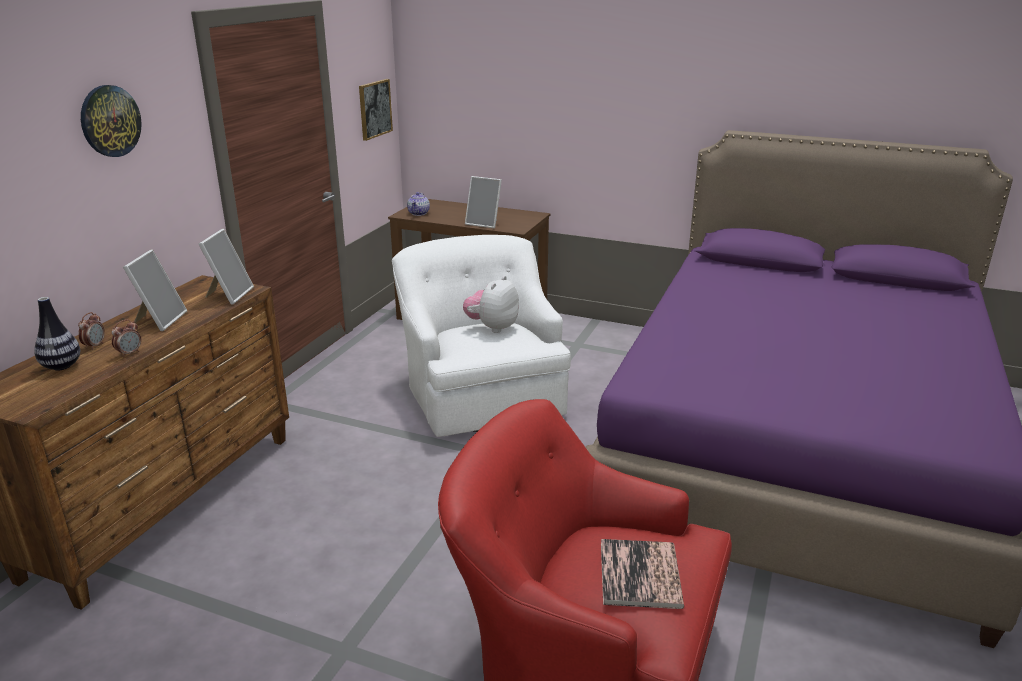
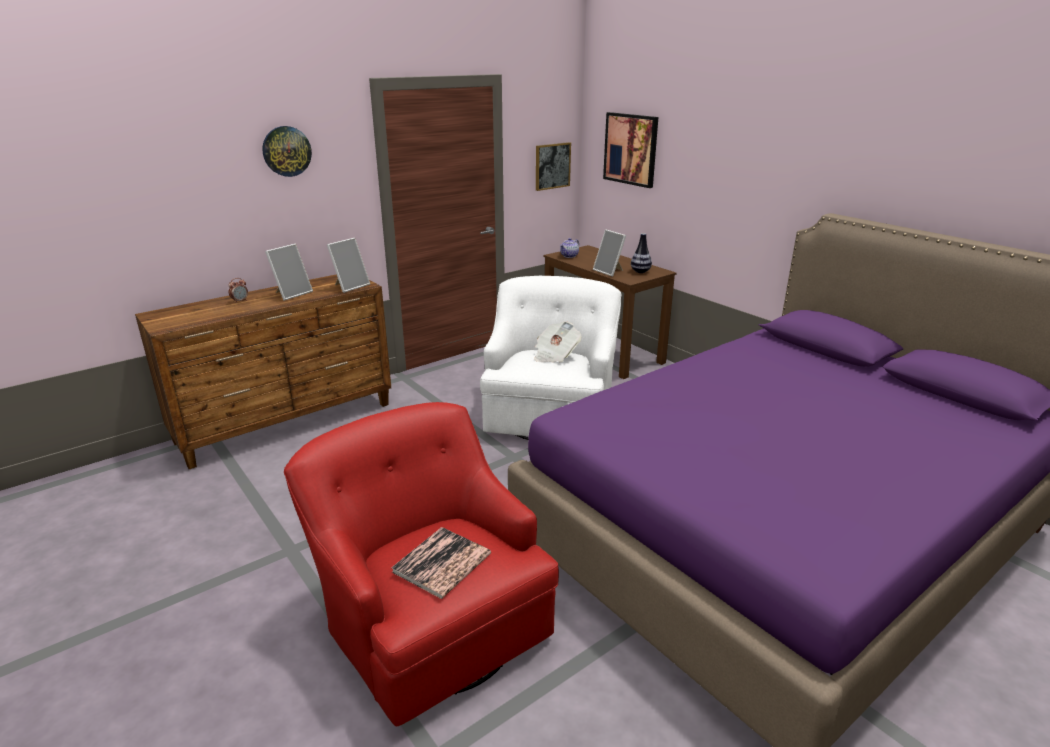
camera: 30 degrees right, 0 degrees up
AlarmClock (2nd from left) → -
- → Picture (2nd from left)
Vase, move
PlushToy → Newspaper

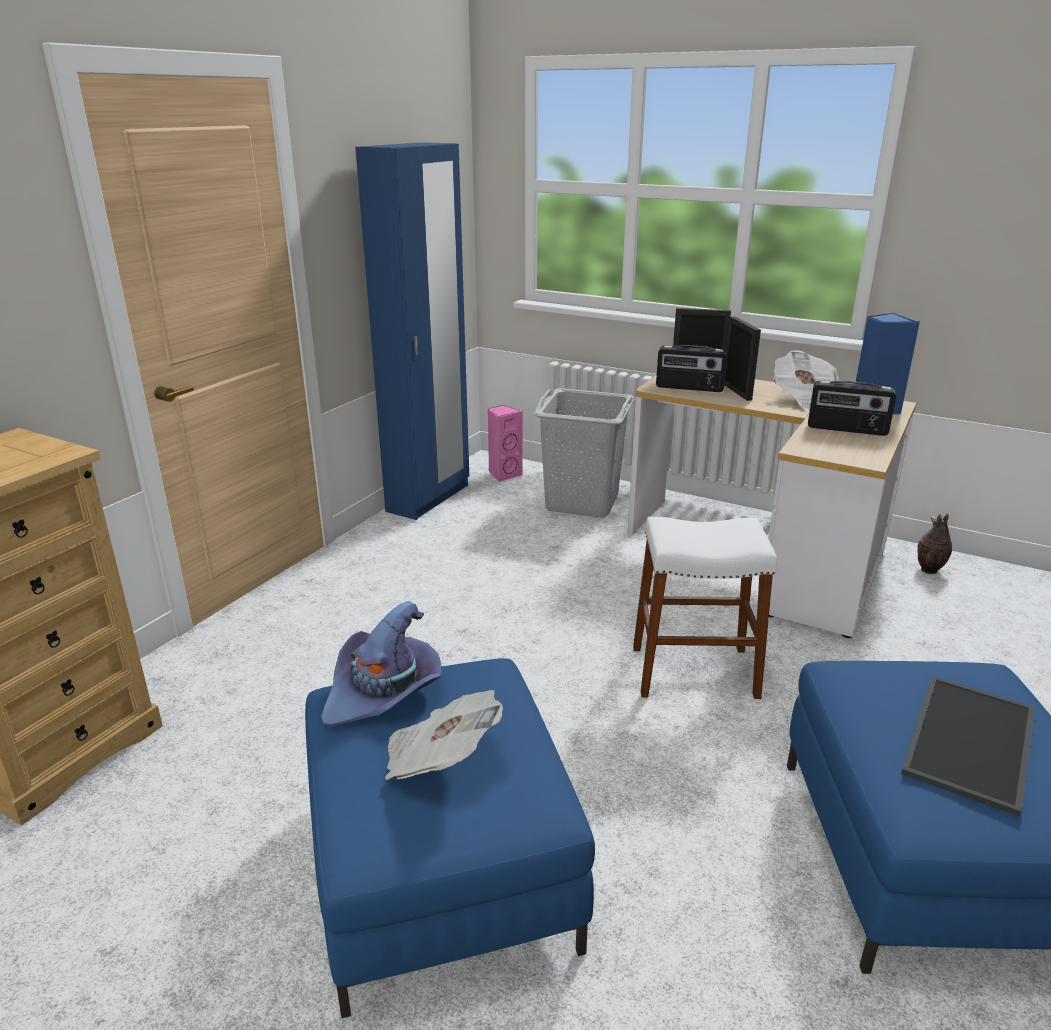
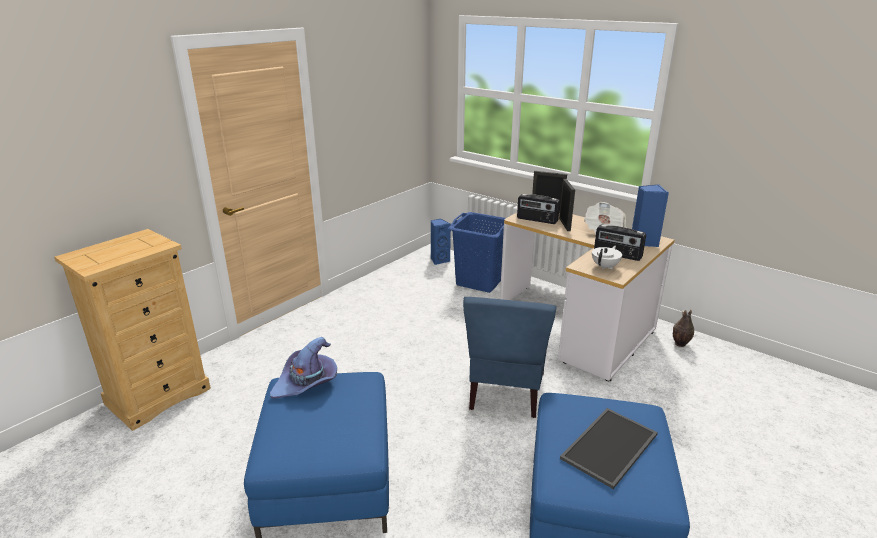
camera: 10 degrees right, 0 degrees up
BlueWardrobe → -
Newspaper (1st from left) → -
- → WhiteTeapot
WhiteStool → BlueChair
PinkSpeaker → BlueSpeaker (1st from left)
GreyLaundryBasket → BlueLaundryBasket

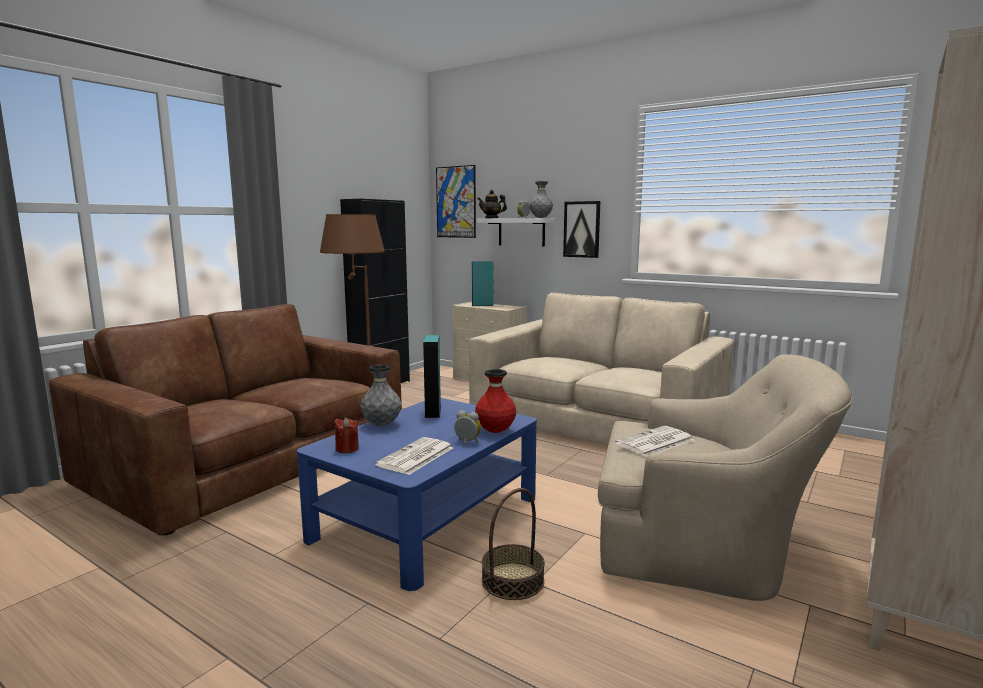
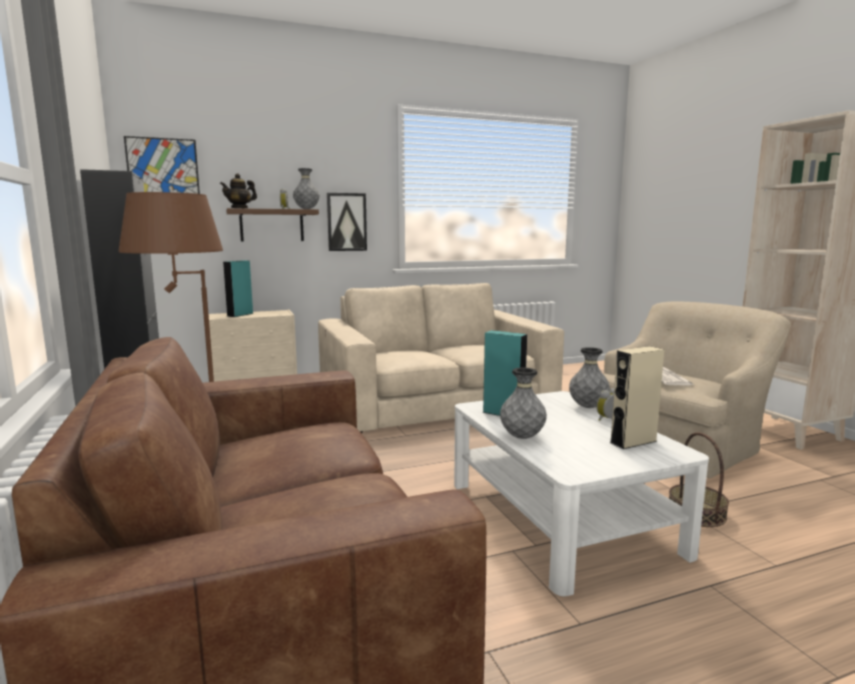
camera: 55 degrees left, 0 degrees up
RedCandle → -
Newspaper (1st from left) → BeigeSpeaker
BlueCoffeeTable → WhiteCoffeeTable
RedVase → GreyVase (3rd from left)
WhiteShelf → BrownShelf

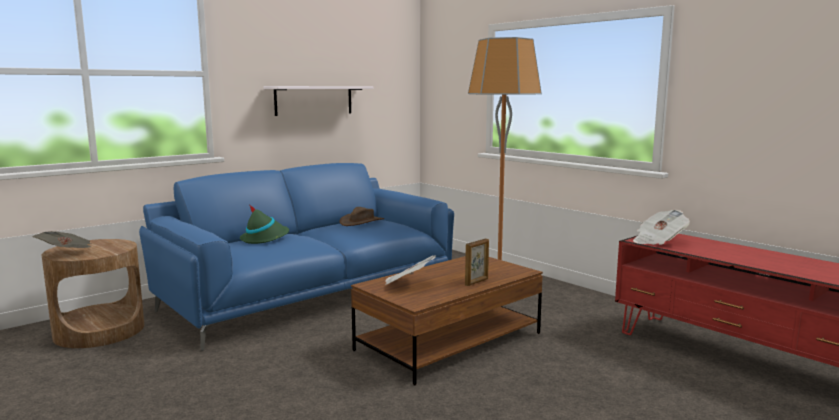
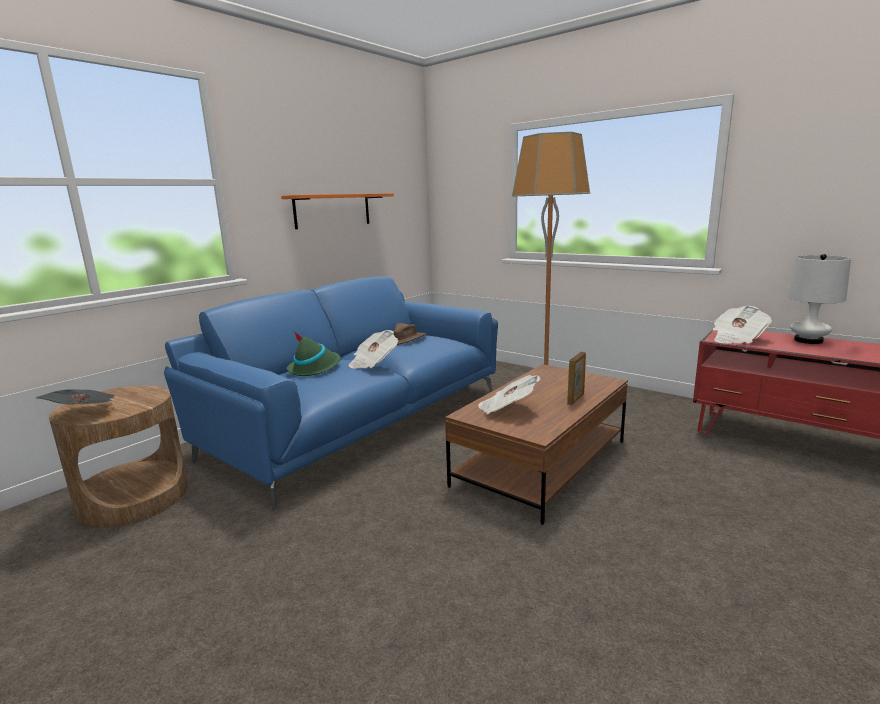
camera: 10 degrees left, 5 degrees up
- → Newspaper (2nd from left)
- → WhiteTableLamp
WhiteShelf → OrangeShelf

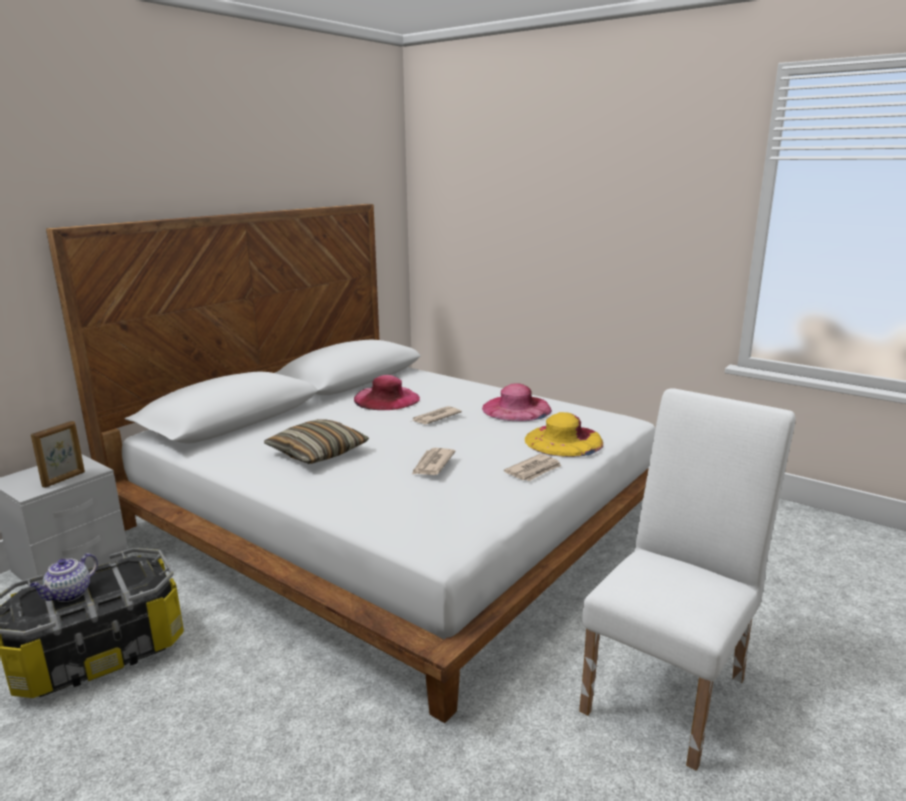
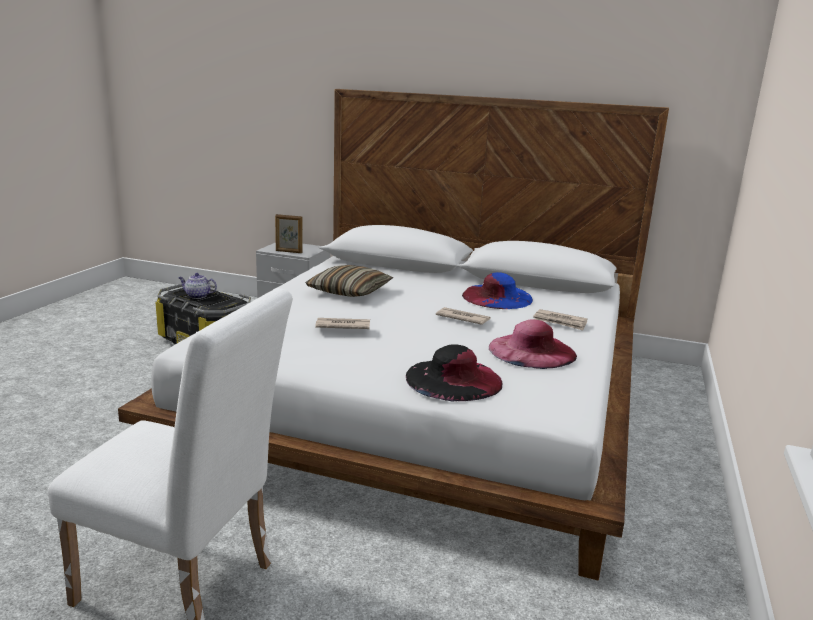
camera: 70 degrees right, 0 degrees up
Newspaper (3rd from left), move
PinkHat (1st from left) → BlueHat
YellowHat → BlackHat

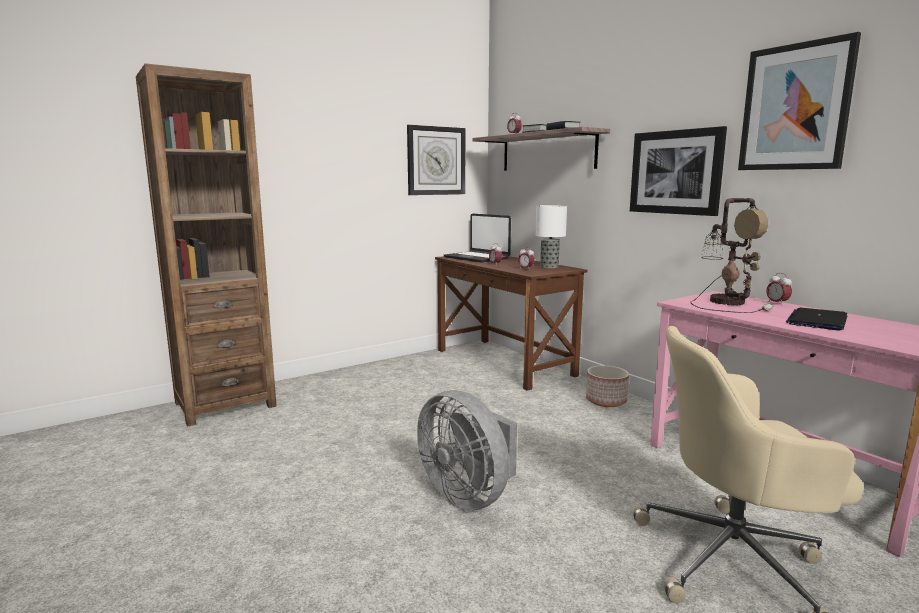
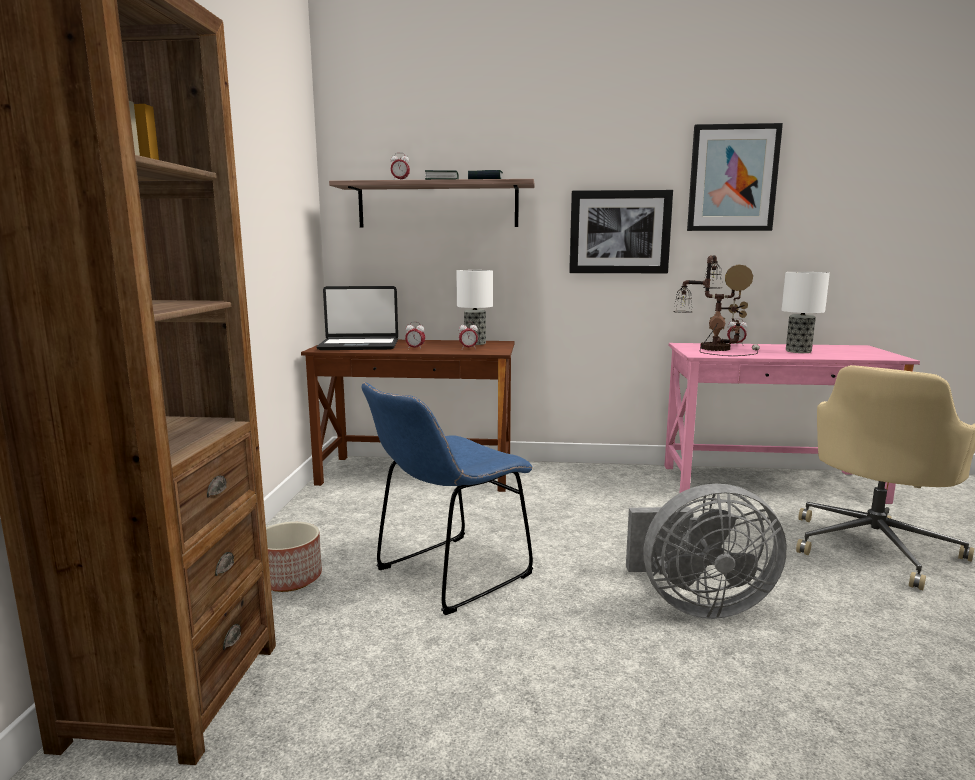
camera: 50 degrees left, 0 degrees up
WallClock → -
- → BlueChair
Planter, move
Laptop (2nd from left) → TableLamp (3rd from left)

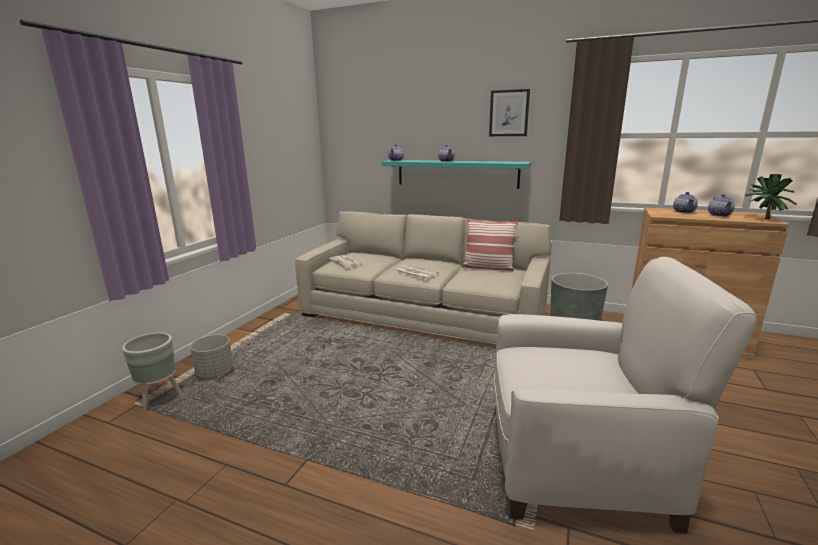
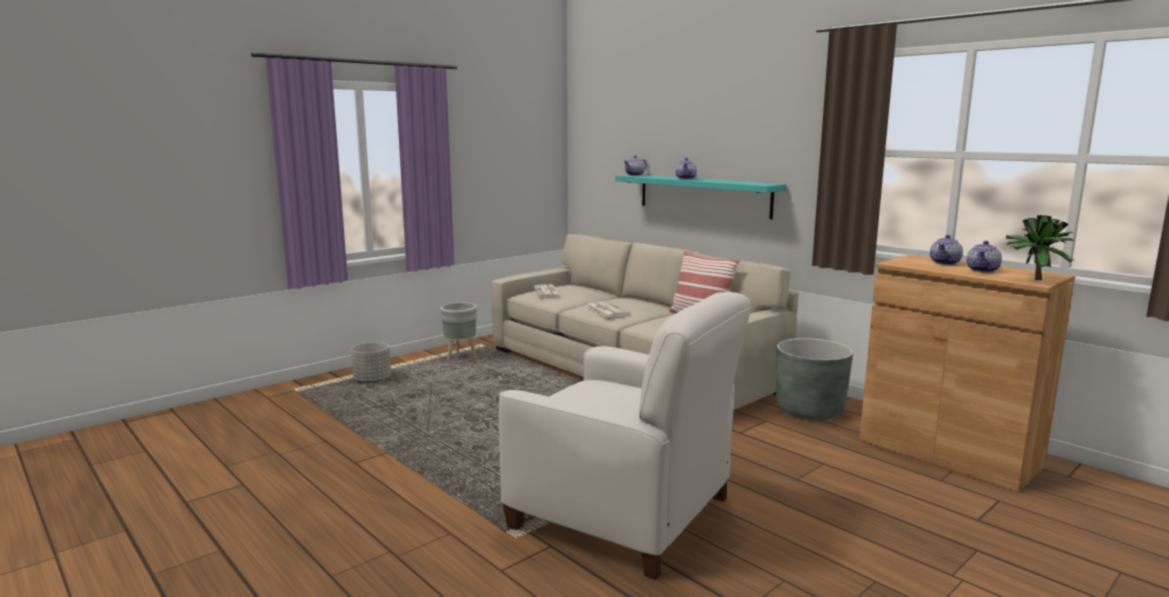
camera: 25 degrees right, 5 degrees down
Picture → -
GreyPlanter (1st from left in the first image) → GreyPlanter (2nd from left), move

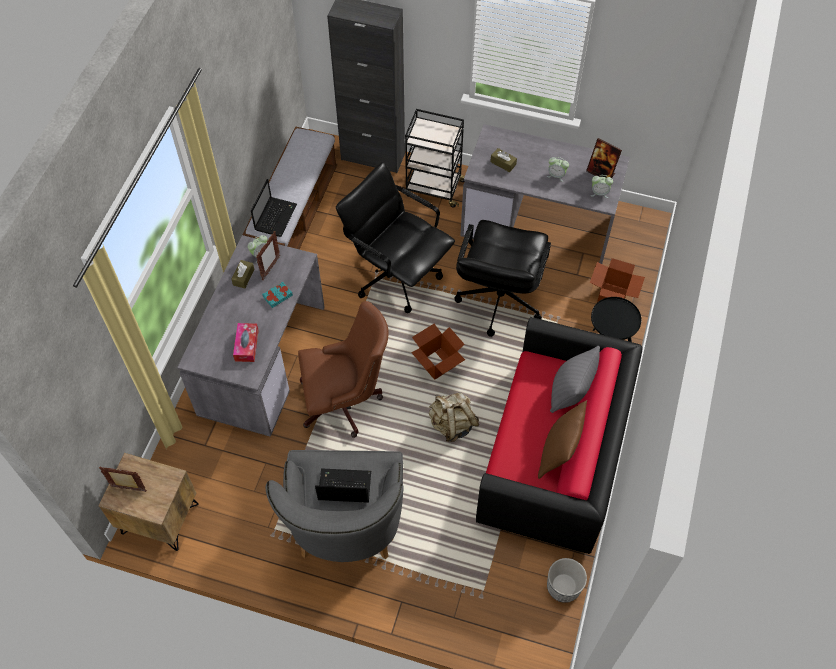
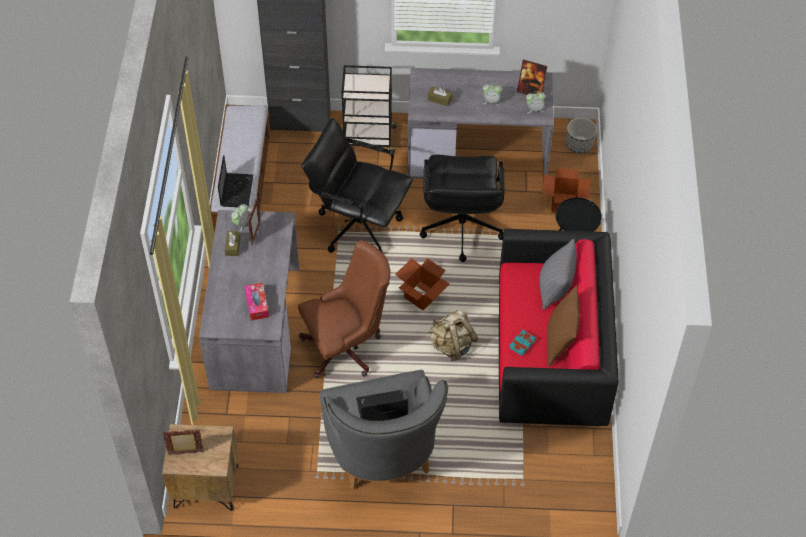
camera: 15 degrees left, 5 degrees down
TurquoiseBook, move
Planter, move

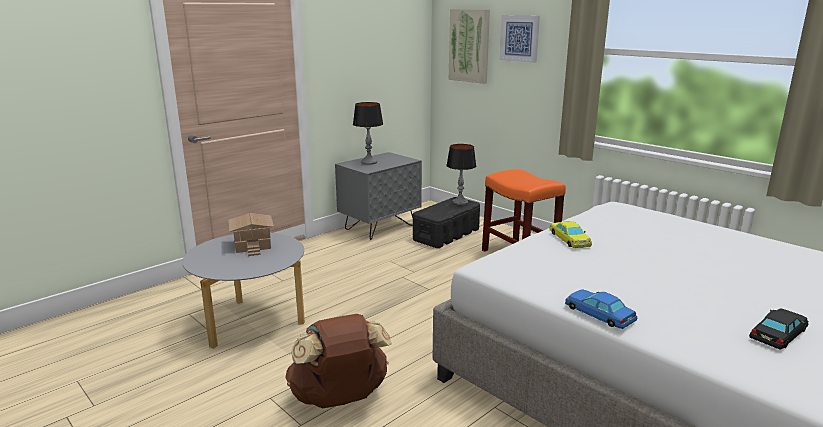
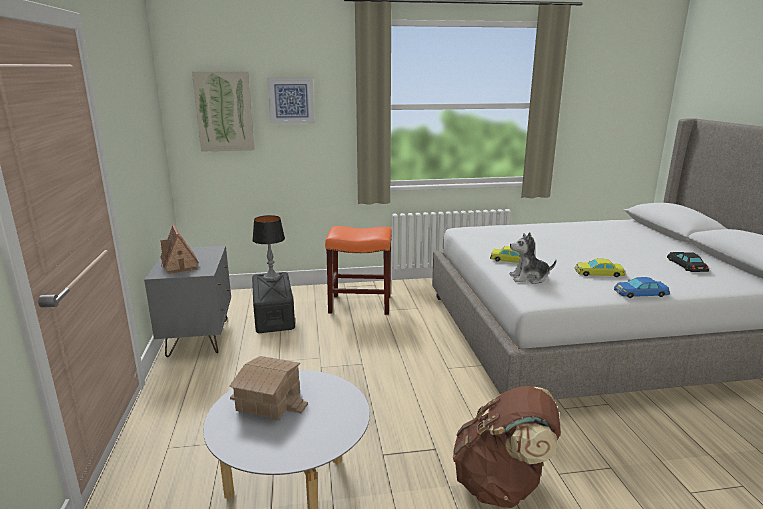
camera: 55 degrees left, 0 degrees up
- → PlushToy
- → YellowToyCar (2nd from left)
TableLamp (1st from left) → ToyHouse (1st from left)

